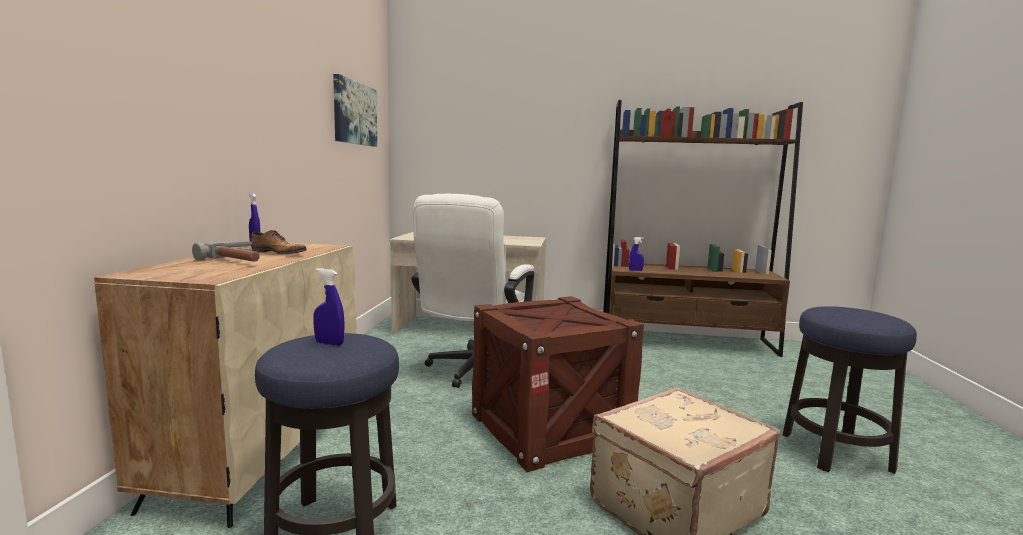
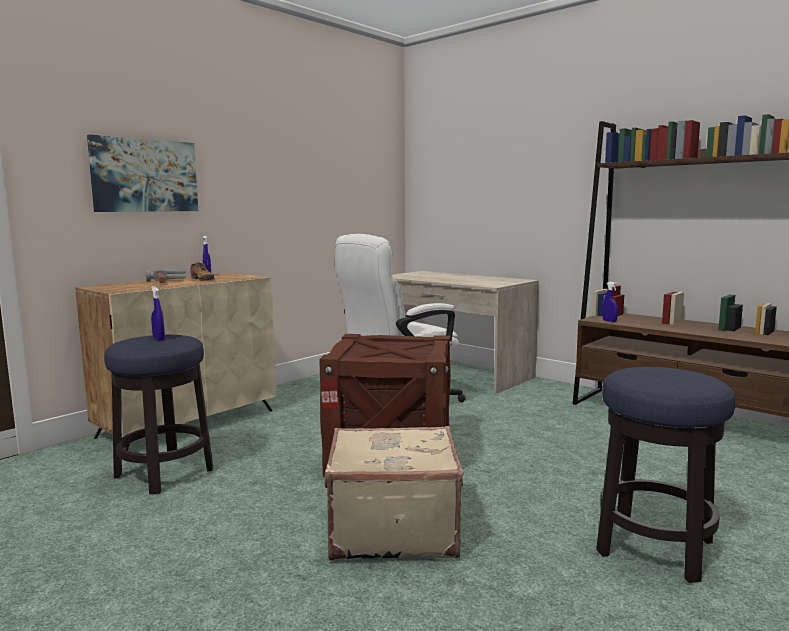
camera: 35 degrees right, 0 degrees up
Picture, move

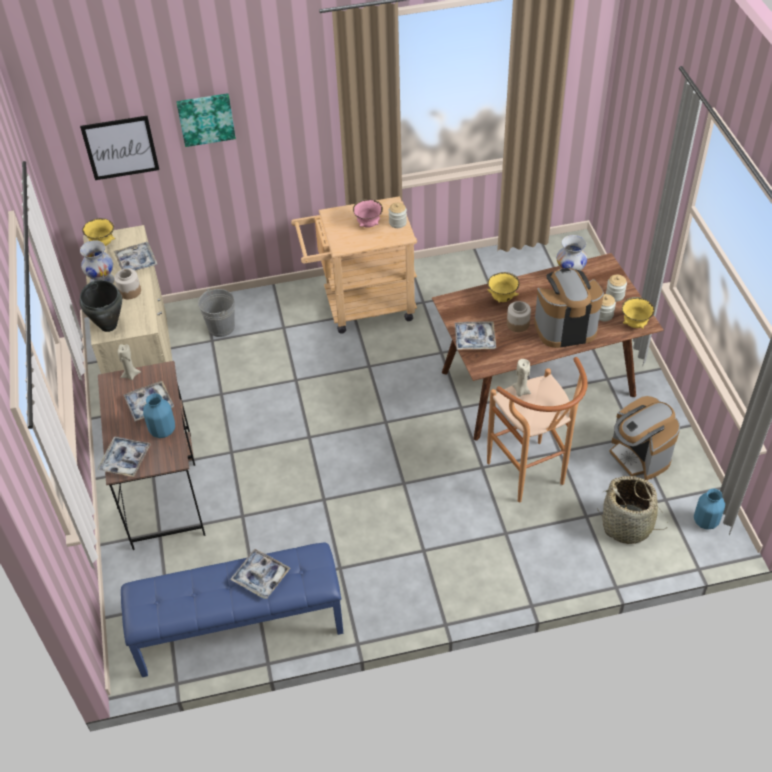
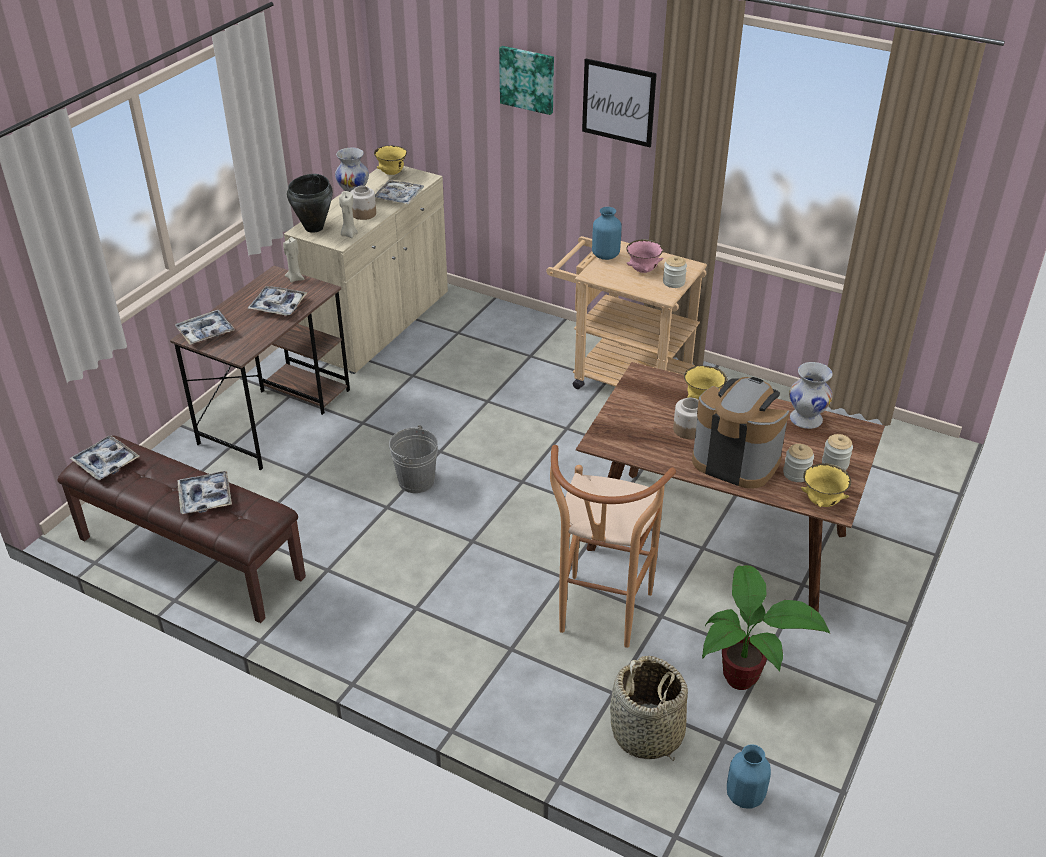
camera: 40 degrees right, 10 degrees down
Picture (1st from left in the first image) → Picture (2nd from left), move
BlueVase (1st from left), move
GreyBucket, move
Tray (5th from left in the first image) → Tray (1st from left), move
BeigeCandle (2nd from left), move
CoffeeMachine (2nd from left) → PottedPlant
BlueBench → BrownBench

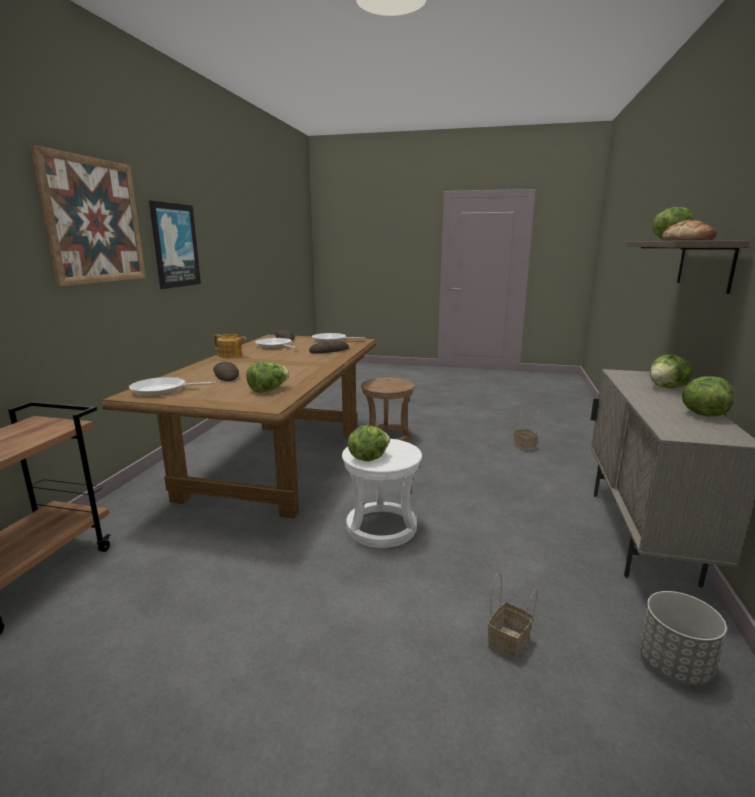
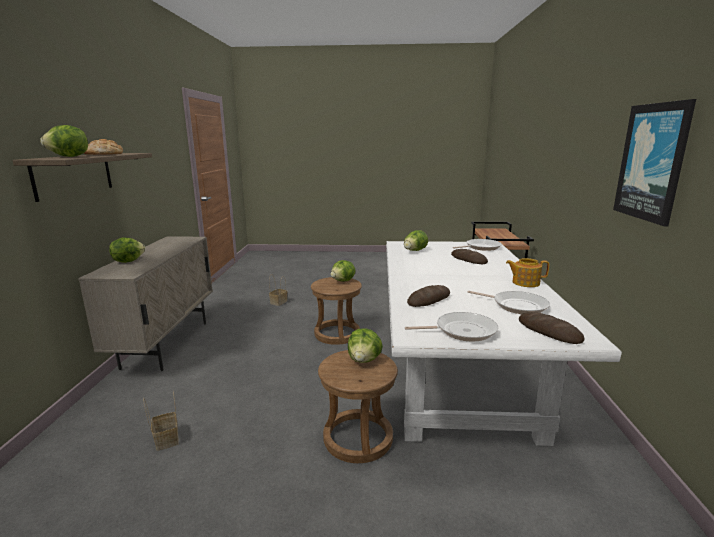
camera: 170 degrees right, 0 degrees up
Picture (1st from left) → -
GreyPlanter → -
Lettuce (5th from left in the first image) → Lettuce (4th from left), move
BrownDiningTable → WhiteDiningTable
WhiteStool → BrownStool (1st from left)

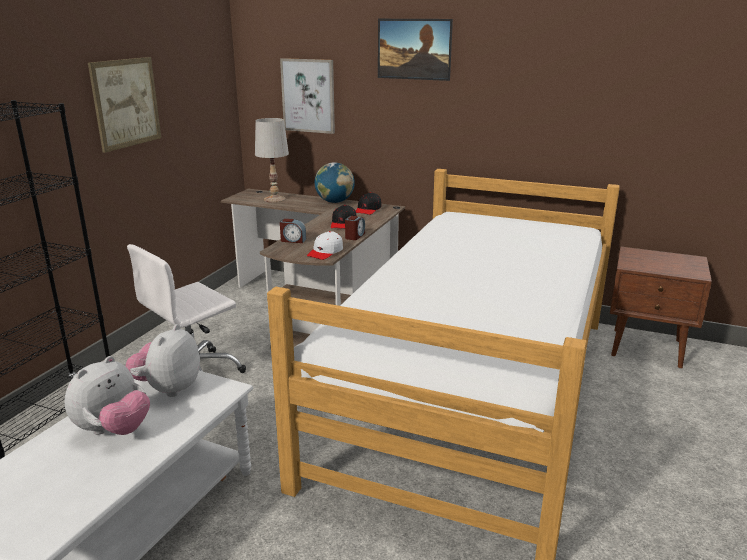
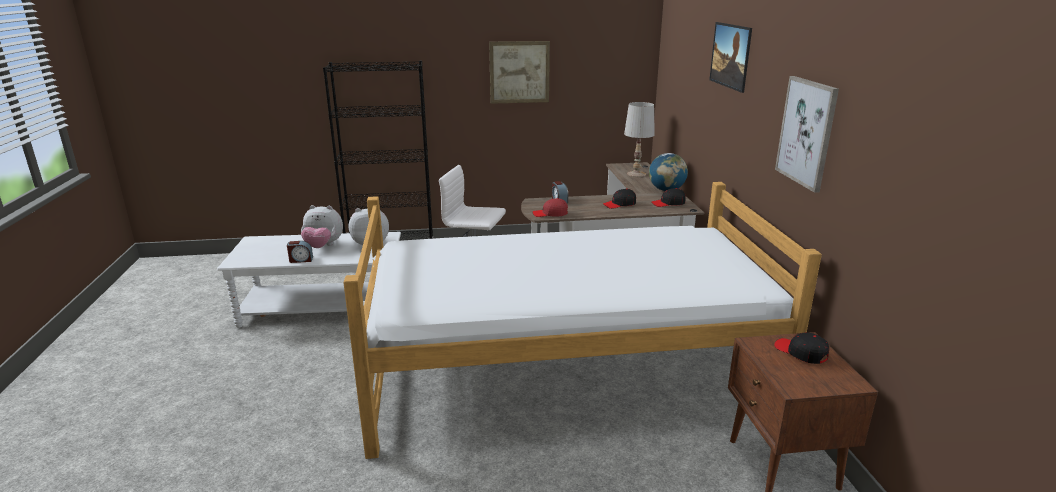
camera: 60 degrees right, 0 degrees up
- → BlackCap (3rd from left)
Picture (2nd from left in the first image) → Picture (3rd from left), move
AlarmClock (2nd from left in the first image) → AlarmClock (1st from left), move
WhiteCap → RedCap

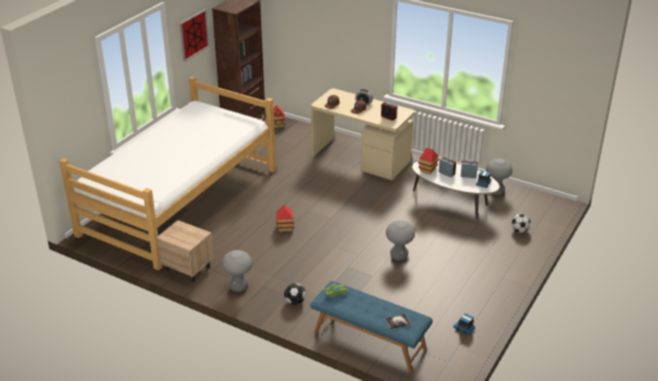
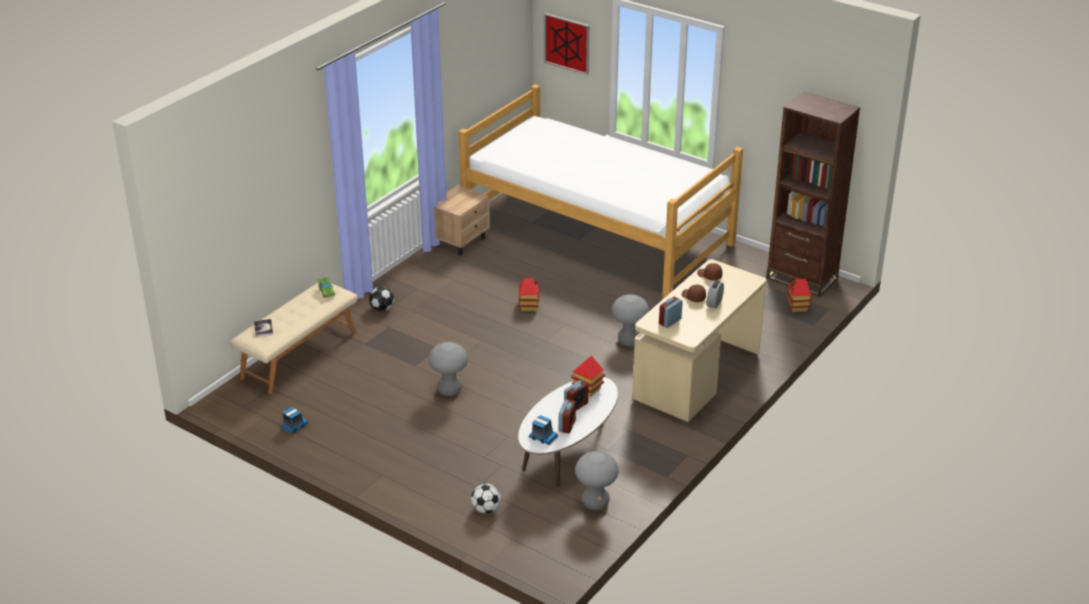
camera: 95 degrees right, 0 degrees up
Picture, move
GreyStool (1st from left in the first image) → GreyStool (3rd from left), move
BlueBench → BeigeBench

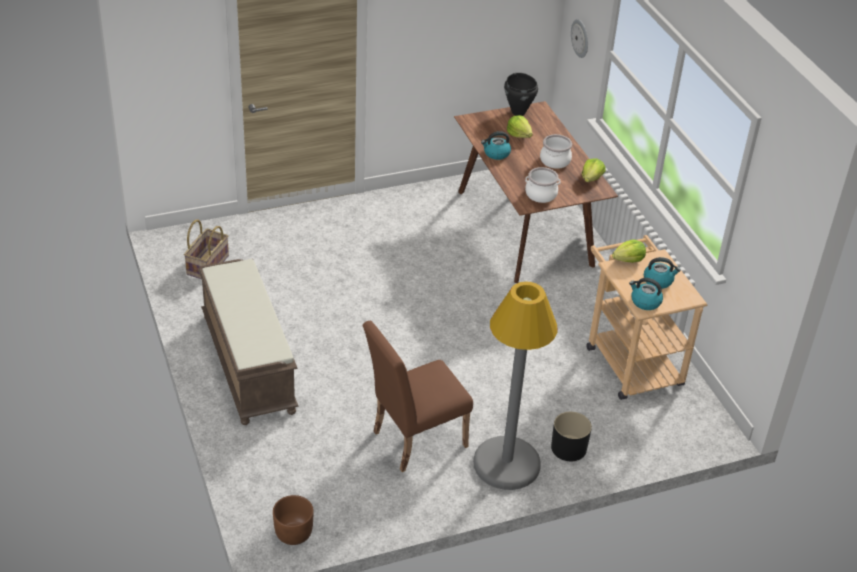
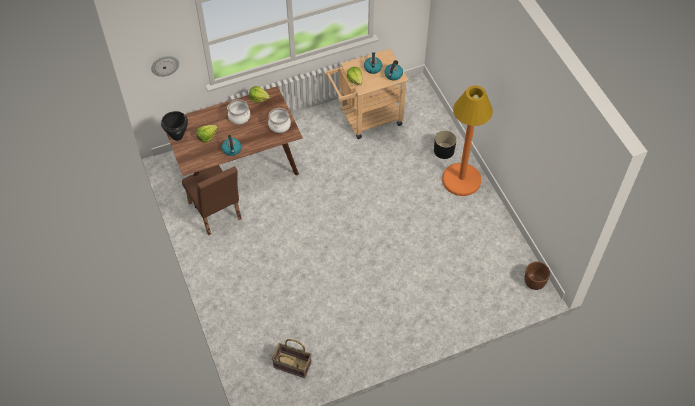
camera: 90 degrees left, 15 degrees up
BrownBench → -
BrownChair, move
GreyFloorLamp → OrangeFloorLamp

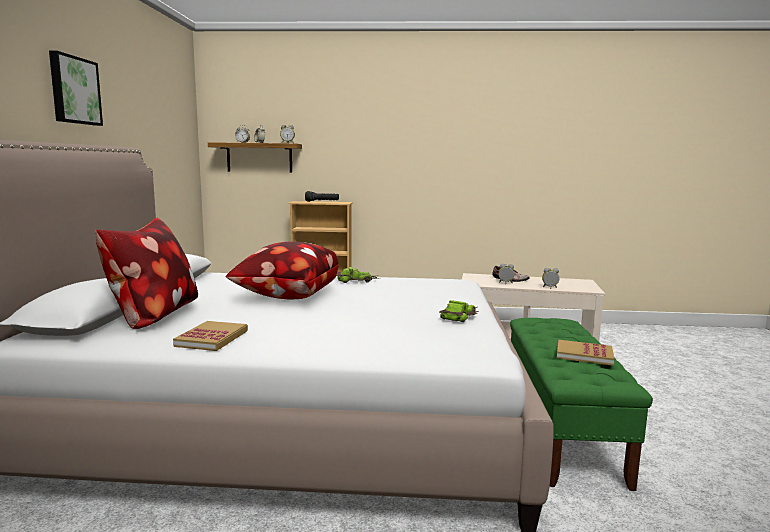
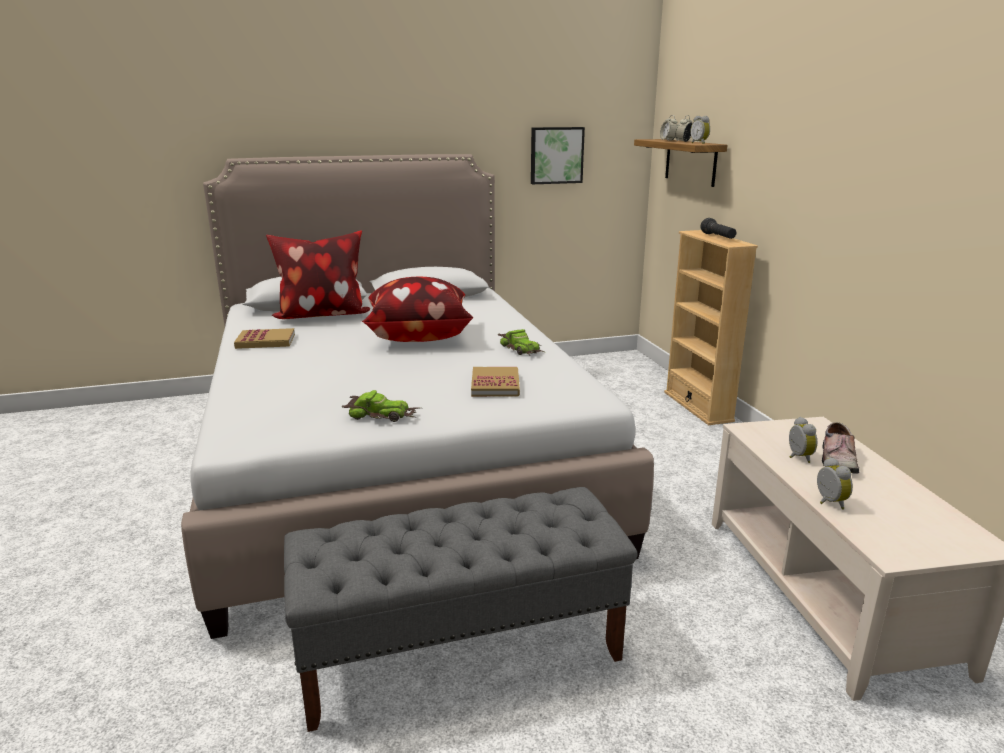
camera: 70 degrees right, 10 degrees up
Picture, move
Book (2nd from left), move
GreenBench → GreyBench

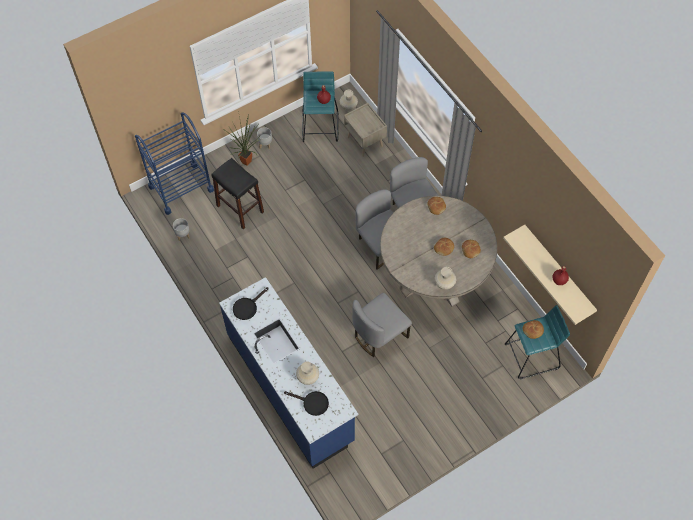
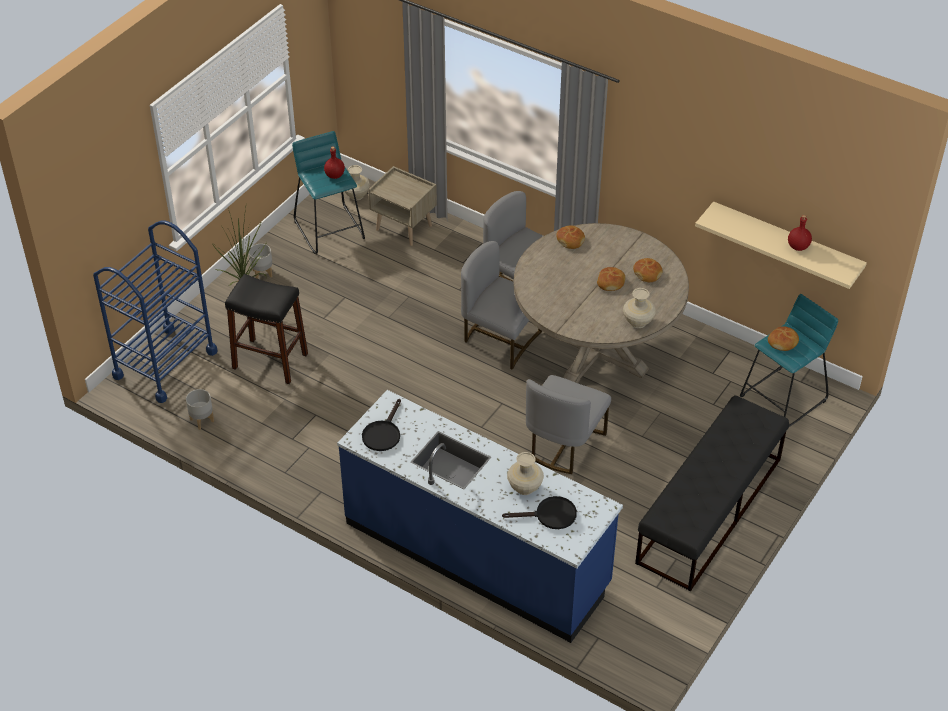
camera: 25 degrees left, 15 degrees down
- → BlackBench

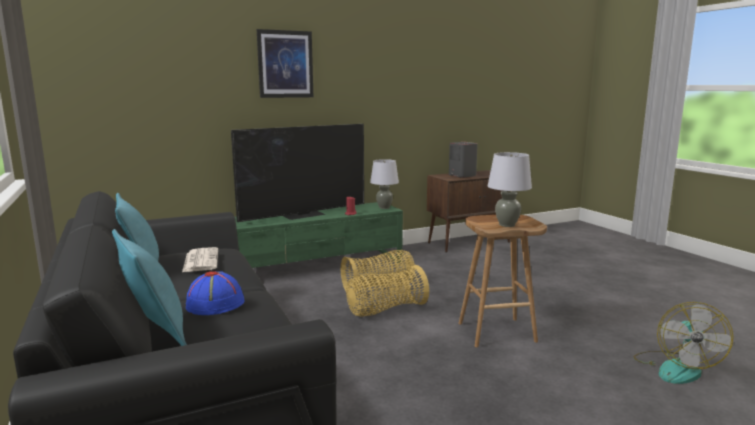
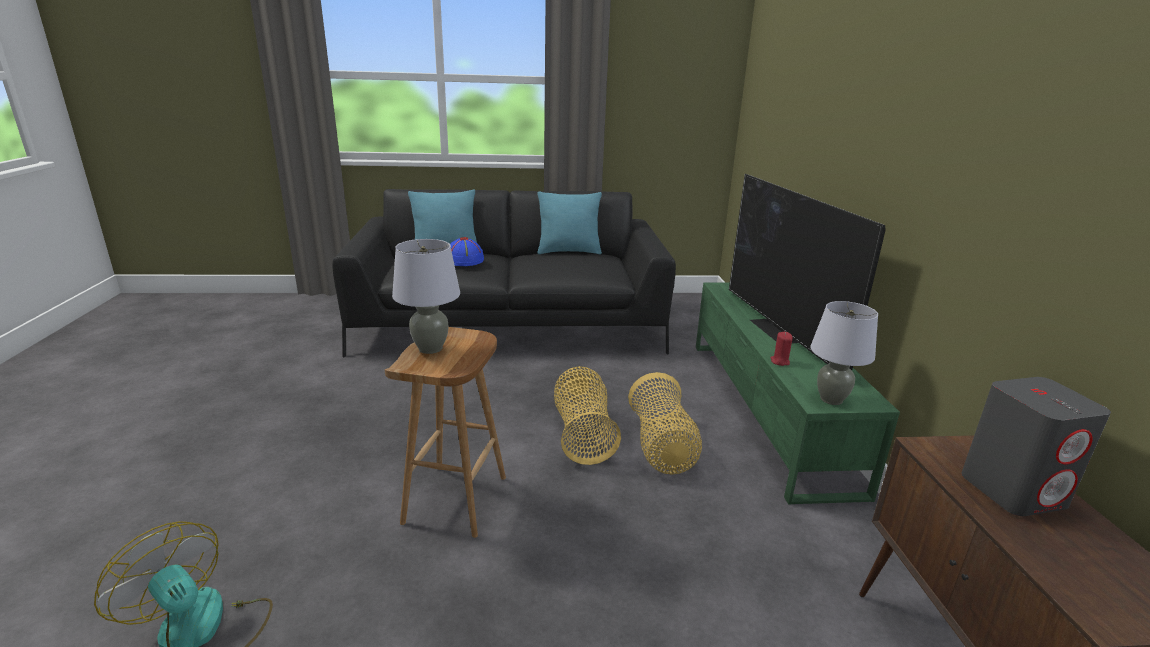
camera: 110 degrees right, 10 degrees up
Newspaper → -
Picture → -

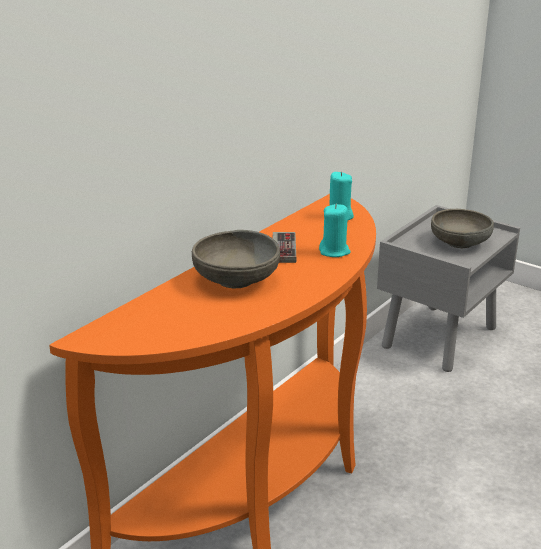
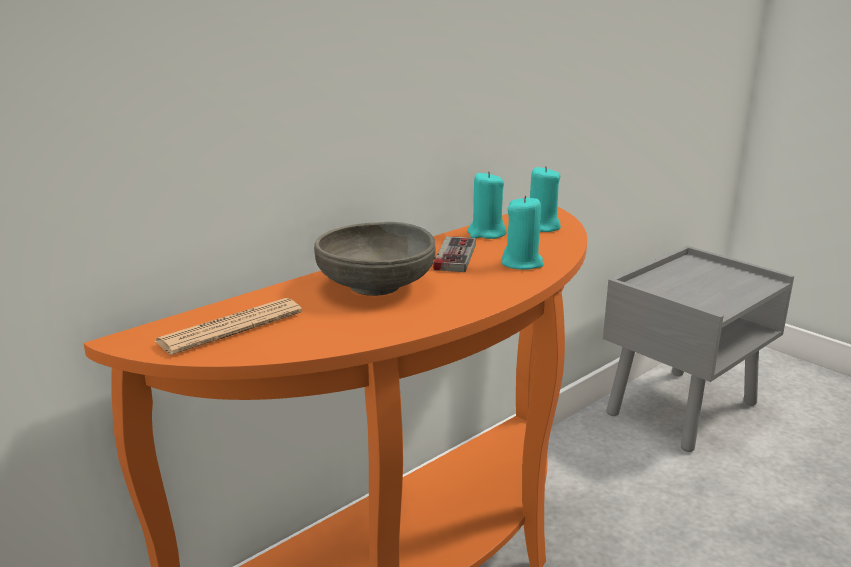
camera: 10 degrees right, 5 degrees down
GreyBowl (2nd from left) → -
- → Newspaper
- → TurquoiseCandle (1st from left)

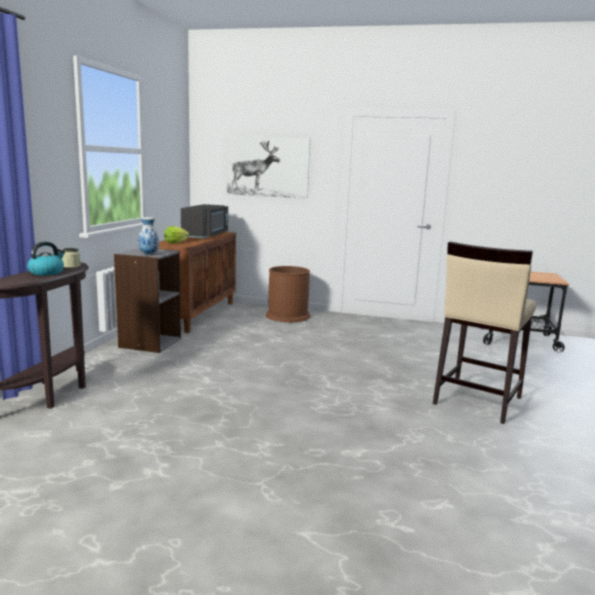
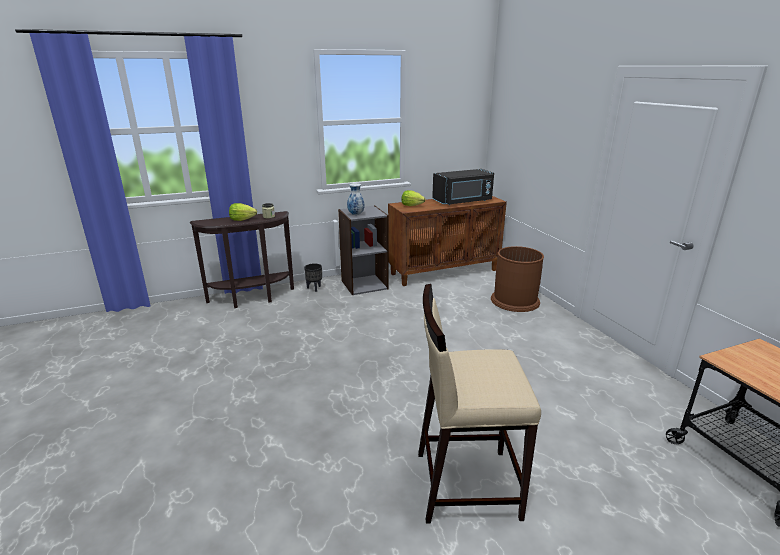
camera: 55 degrees right, 10 degrees up
Picture → -
- → BlackPlanter
Kettle → Lettuce (1st from left)

